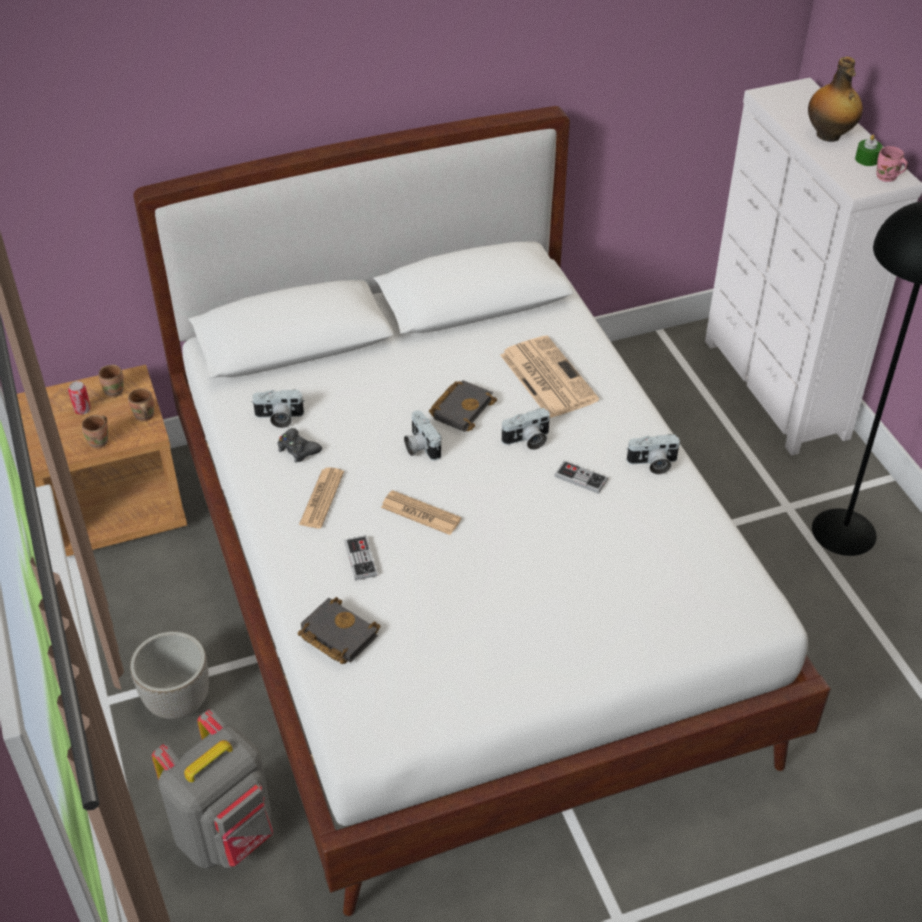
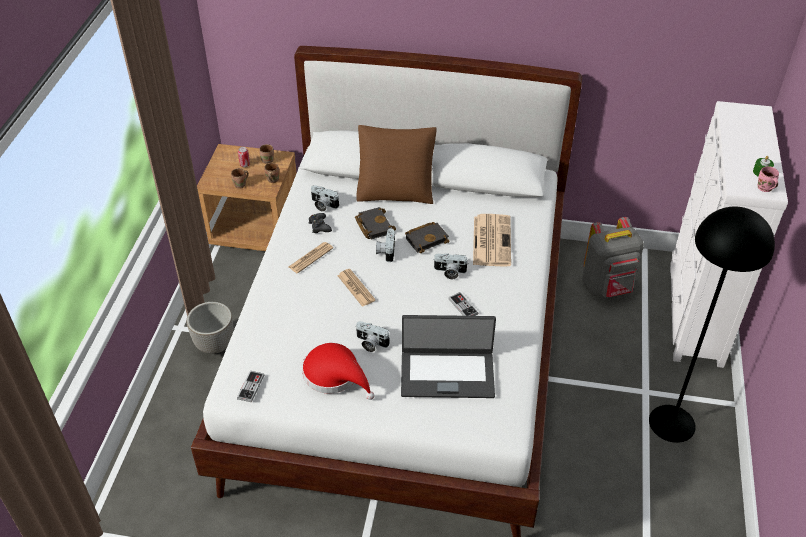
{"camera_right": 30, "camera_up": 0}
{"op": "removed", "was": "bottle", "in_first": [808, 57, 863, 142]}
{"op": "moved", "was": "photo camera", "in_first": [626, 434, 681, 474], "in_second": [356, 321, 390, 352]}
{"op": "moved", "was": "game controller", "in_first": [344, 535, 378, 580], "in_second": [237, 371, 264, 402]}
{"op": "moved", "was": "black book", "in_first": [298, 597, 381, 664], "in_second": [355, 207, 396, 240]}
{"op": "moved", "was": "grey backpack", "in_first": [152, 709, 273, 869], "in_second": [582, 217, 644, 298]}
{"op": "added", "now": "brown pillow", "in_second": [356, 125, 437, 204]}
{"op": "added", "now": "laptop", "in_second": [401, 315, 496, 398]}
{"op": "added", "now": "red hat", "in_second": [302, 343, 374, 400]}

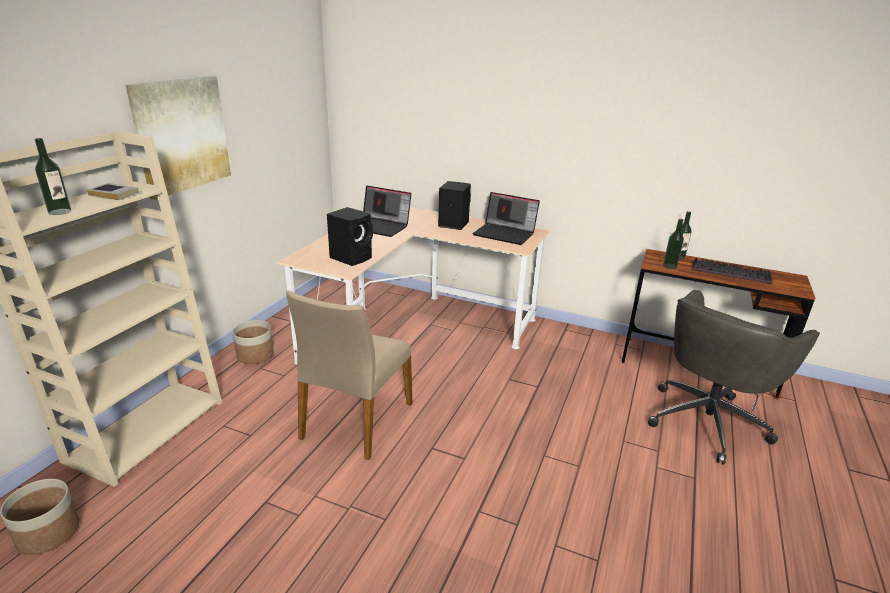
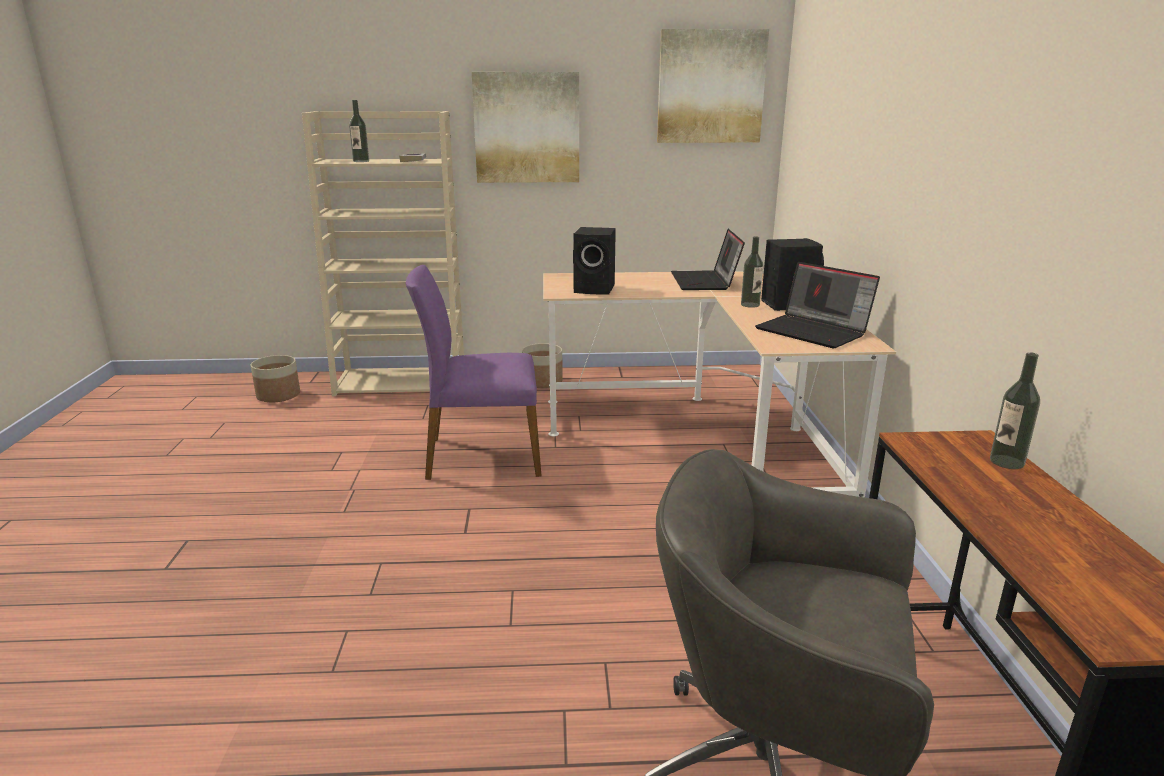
{"camera_right": 65, "camera_up": -5}
{"op": "turned", "was": "laptop", "in_first": [472, 192, 540, 245], "in_second": [755, 262, 880, 348], "clockwise": -45}
{"op": "moved", "was": "bottle", "in_first": [663, 219, 684, 269], "in_second": [741, 236, 763, 308]}
{"op": "removed", "was": "keyboard", "in_first": [692, 258, 773, 284]}
{"op": "recoloured", "was": "beige chair", "now": "purple chair", "in_first": [286, 291, 412, 460], "in_second": [406, 265, 542, 480]}
{"op": "added", "now": "picture", "in_second": [657, 29, 769, 143]}

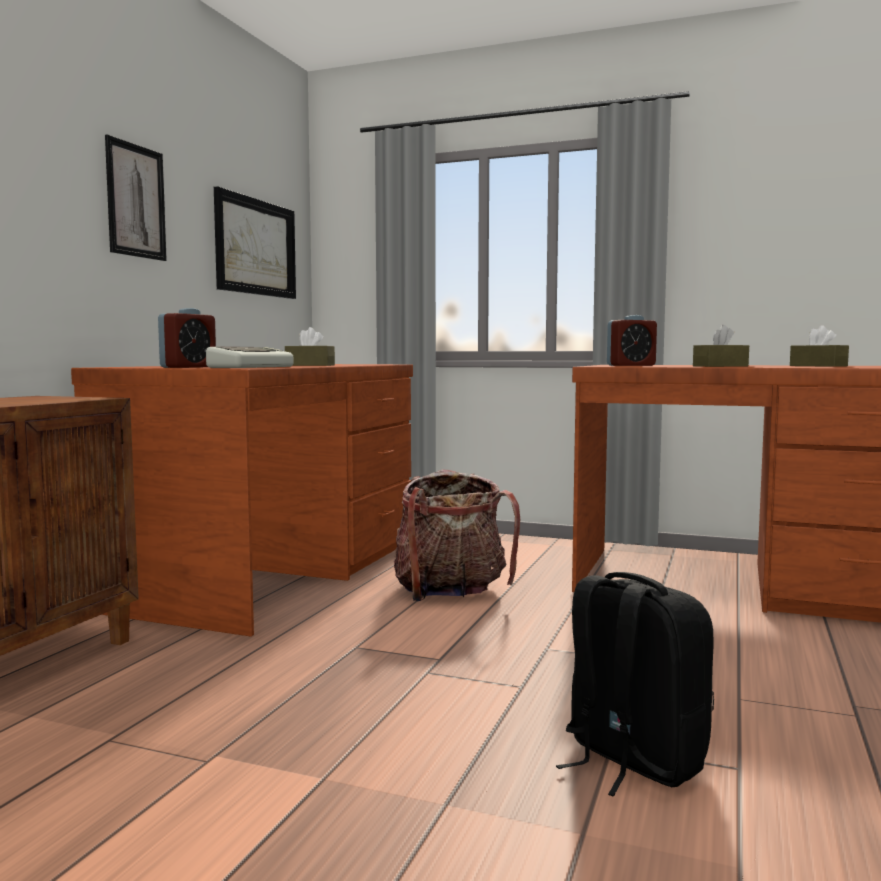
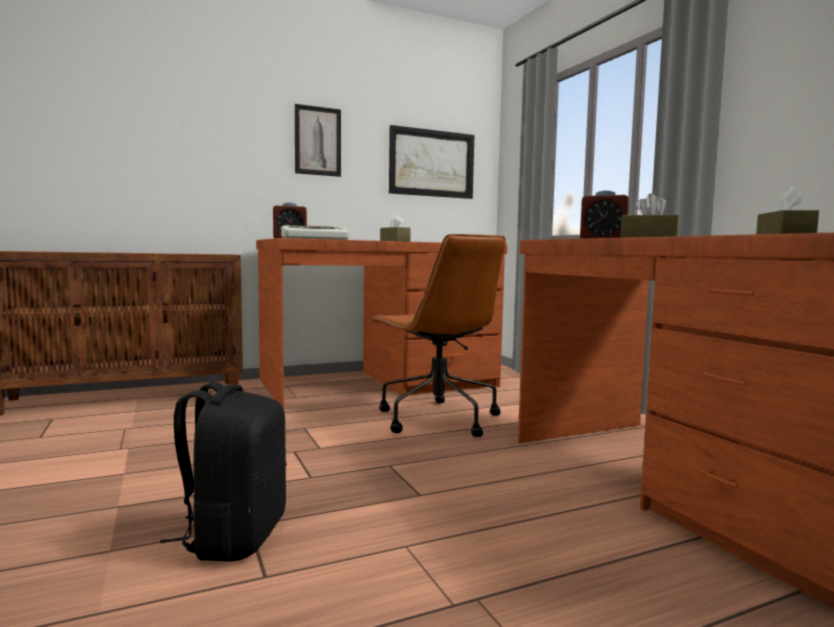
{"camera_right": 45, "camera_up": 0}
{"op": "replaced", "was": "backpack", "now": "brown office chair", "in_first": [394, 469, 520, 601], "in_second": [370, 234, 506, 437]}

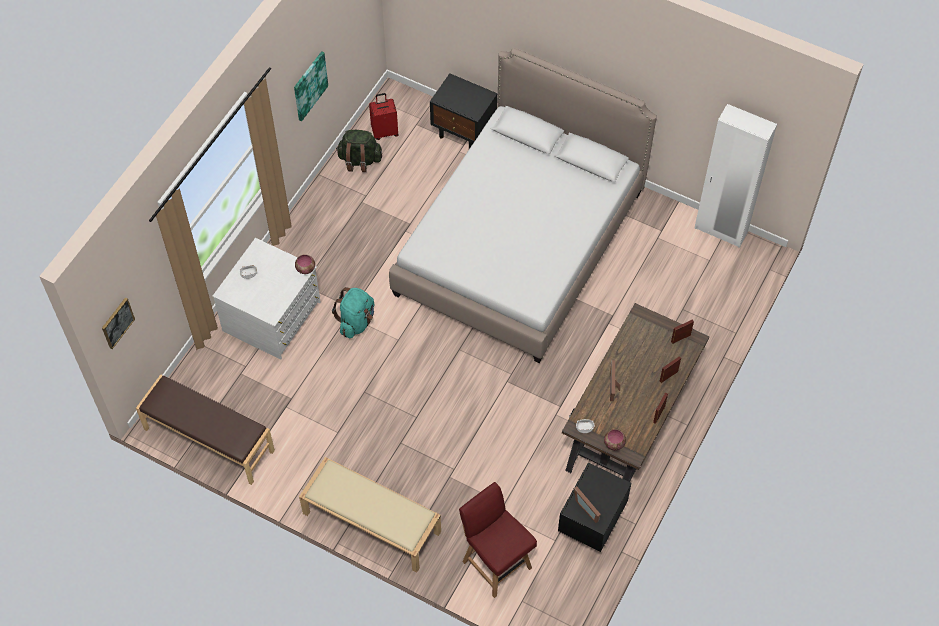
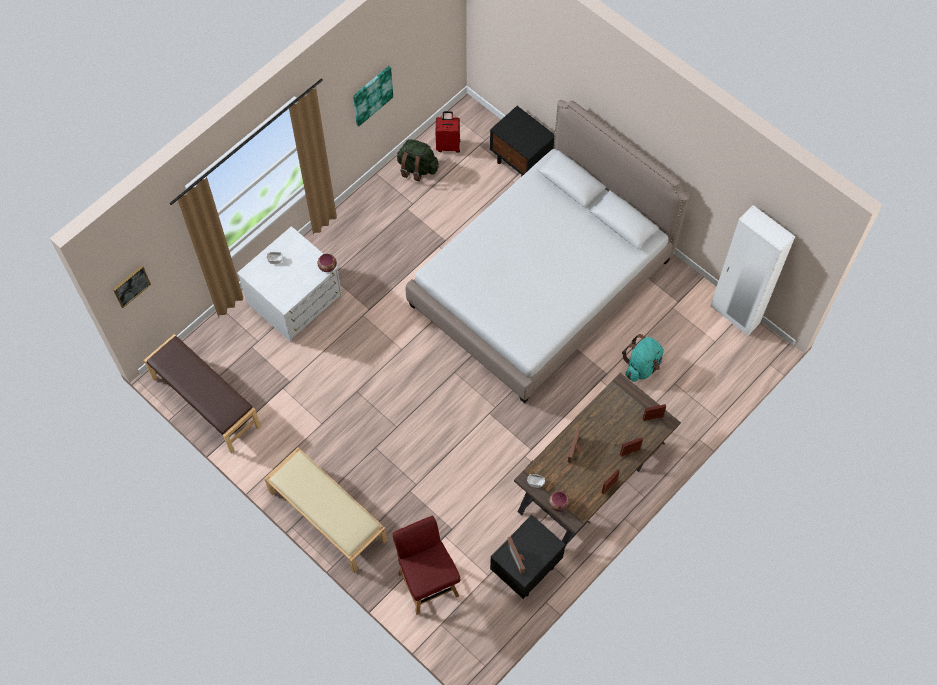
{"camera_right": 15, "camera_up": 5}
{"op": "moved", "was": "turquoise backpack", "in_first": [332, 287, 374, 338], "in_second": [622, 334, 664, 382]}

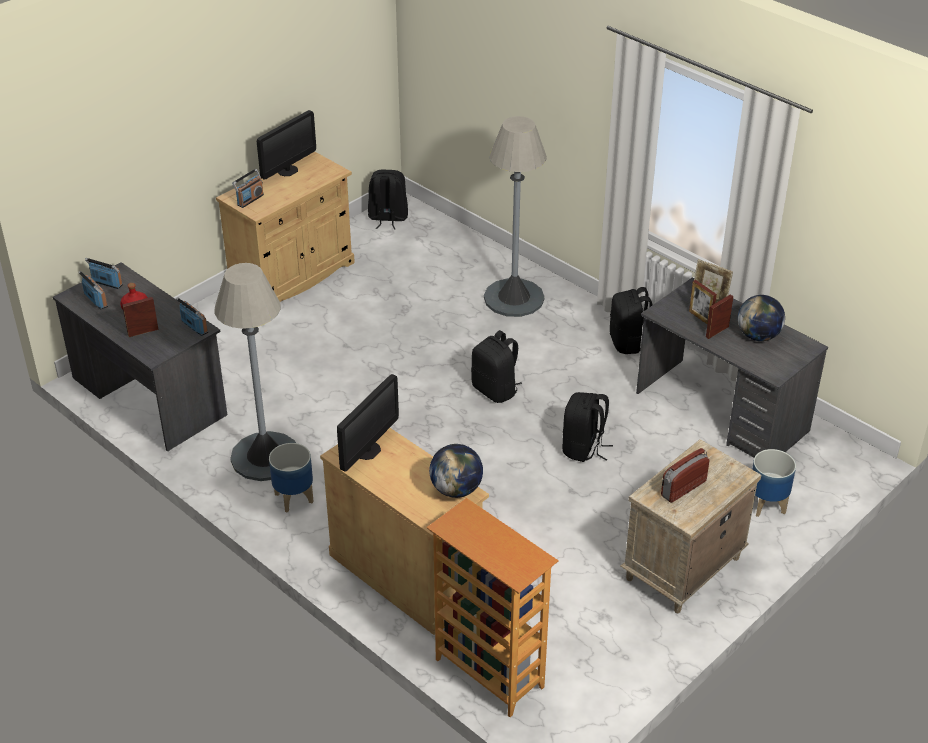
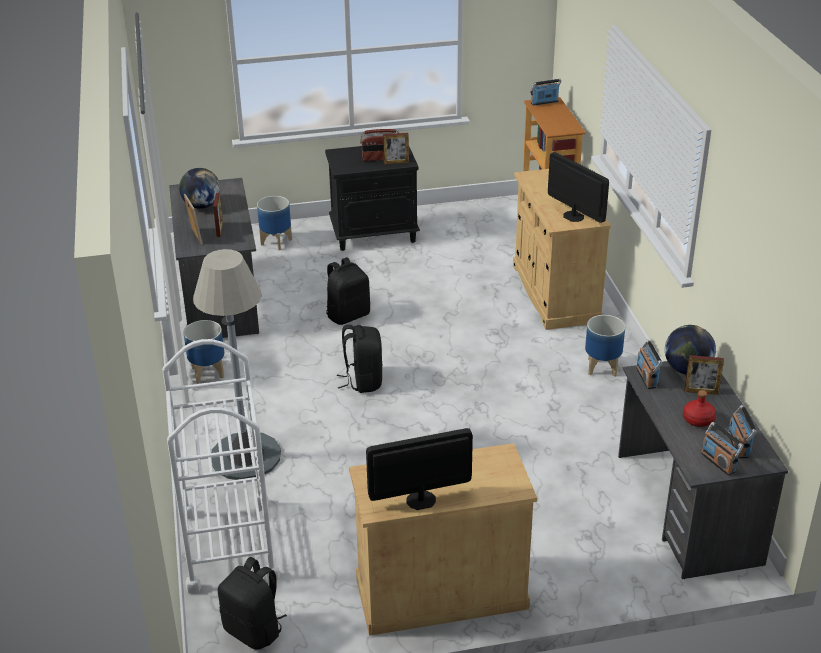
{"camera_right": -145, "camera_up": -5}
{"op": "moved", "was": "radio", "in_first": [232, 169, 264, 208], "in_second": [531, 79, 561, 106]}
{"op": "removed", "was": "grey floor lamp", "in_first": [215, 263, 296, 481]}
{"op": "replaced", "was": "black backpack", "now": "planter", "in_first": [610, 287, 652, 354], "in_second": [183, 320, 224, 383]}
{"op": "moved", "was": "picture frame", "in_first": [706, 295, 733, 339], "in_second": [383, 133, 409, 164]}
{"op": "turned", "was": "monitor", "in_first": [337, 374, 399, 472], "in_second": [548, 152, 609, 223], "clockwise": 75}
{"op": "recoloured", "was": "beige nightstand", "now": "black nightstand", "in_first": [621, 439, 761, 613], "in_second": [325, 146, 420, 251]}
{"op": "moved", "was": "globe", "in_first": [429, 444, 483, 498], "in_second": [665, 325, 716, 374]}
{"op": "added", "now": "white cart", "in_second": [162, 339, 280, 594]}

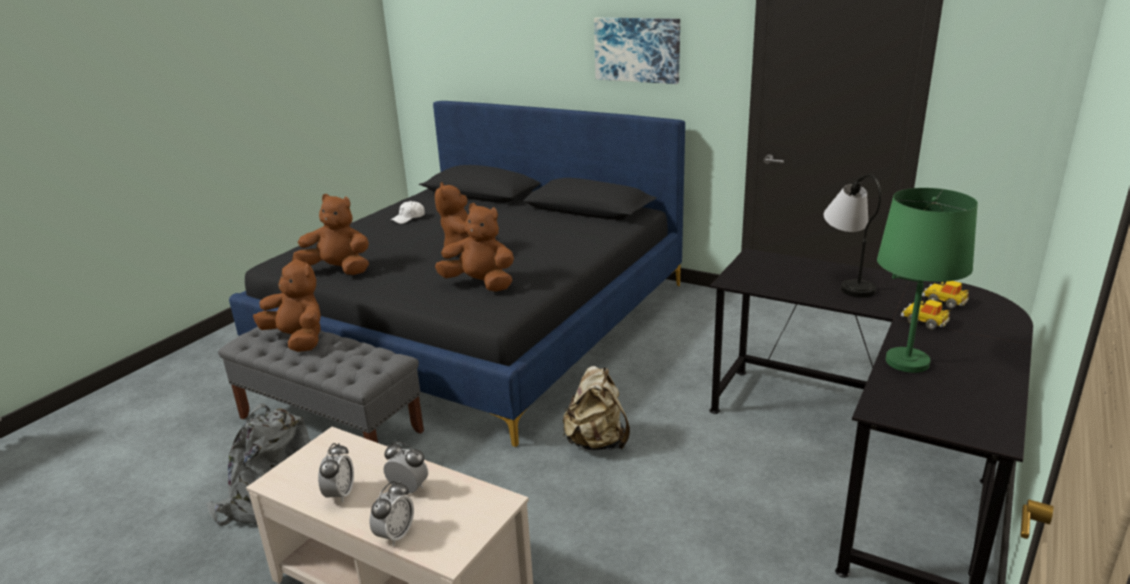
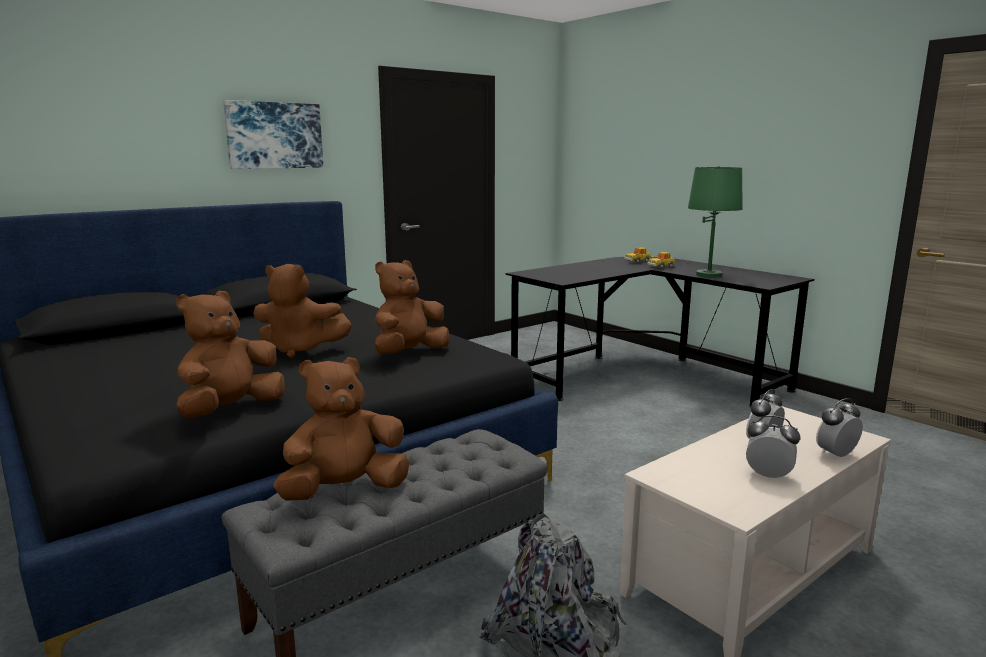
{"camera_right": -70, "camera_up": -10}
{"op": "removed", "was": "table lamp", "in_first": [824, 174, 881, 298]}
{"op": "removed", "was": "white cap", "in_first": [391, 201, 425, 224]}
{"op": "removed", "was": "beige backpack", "in_first": [563, 366, 630, 450]}
{"op": "turned", "was": "alarm clock", "in_first": [370, 481, 414, 546], "in_second": [816, 398, 863, 458], "clockwise": -75}

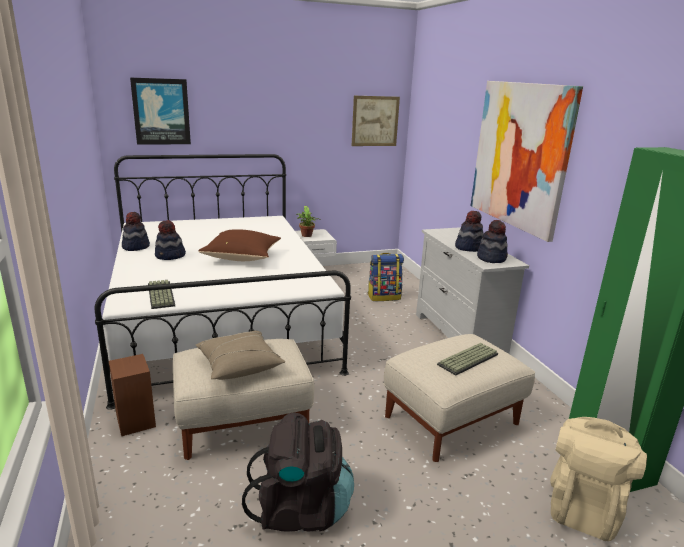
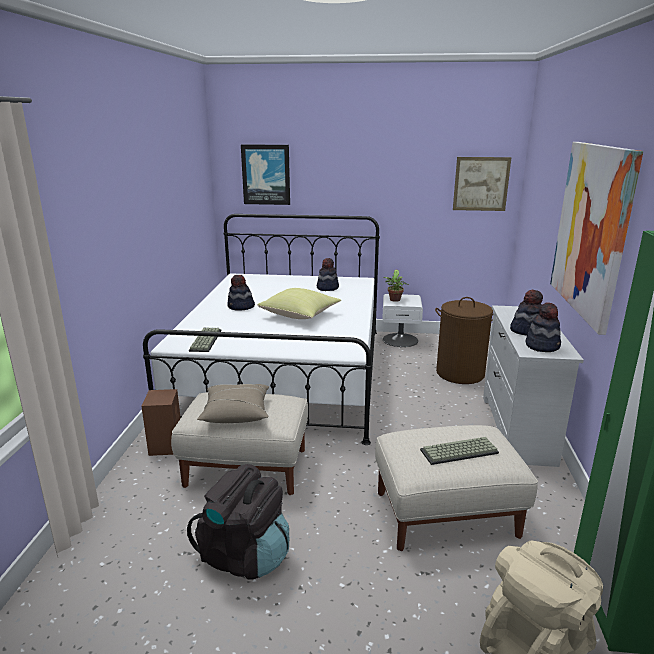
{"camera_right": 25, "camera_up": 0}
{"op": "moved", "was": "hat", "in_first": [122, 212, 150, 251], "in_second": [317, 258, 339, 291]}
{"op": "recoloured", "was": "brown pillow", "now": "yellow pillow", "in_first": [198, 229, 281, 261], "in_second": [257, 288, 341, 319]}
{"op": "replaced", "was": "backpack", "now": "brown laundry basket", "in_first": [368, 253, 404, 301], "in_second": [435, 297, 493, 384]}

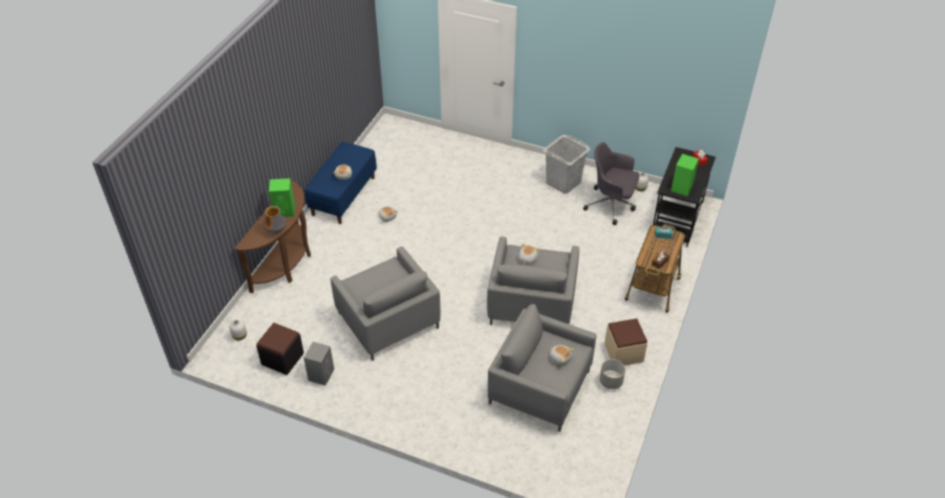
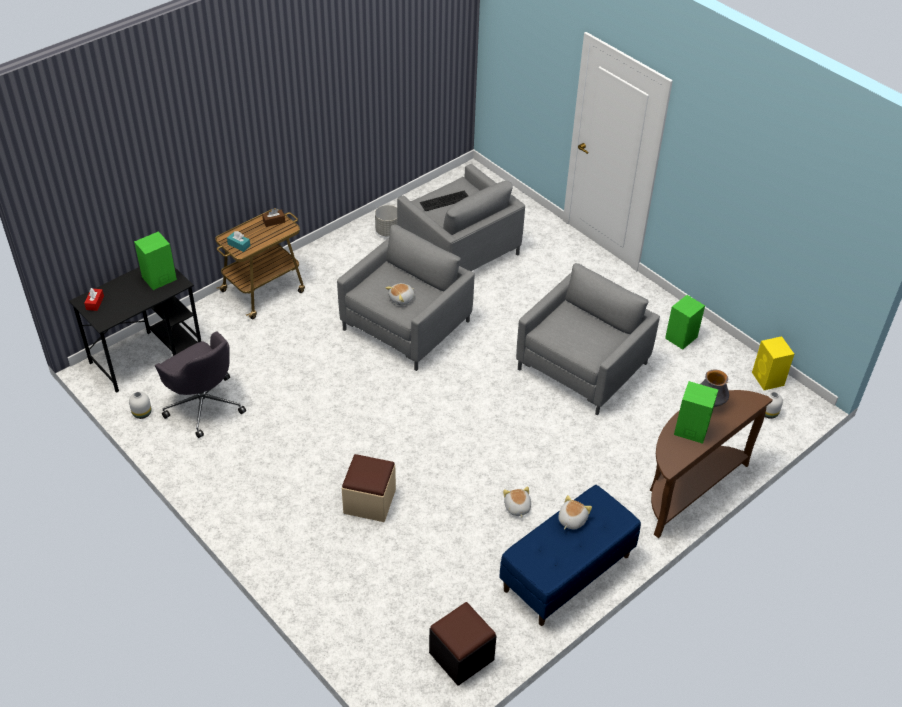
{"camera_right": -155, "camera_up": 0}
{"op": "removed", "was": "grey laundry basket", "in_first": [543, 135, 591, 194]}
{"op": "turned", "was": "grey armchair", "in_first": [330, 246, 440, 361], "in_second": [516, 263, 660, 415], "clockwise": 45}
{"op": "moved", "was": "beige ottoman", "in_first": [604, 319, 648, 366], "in_second": [342, 454, 396, 522]}
{"op": "moved", "was": "black ottoman", "in_first": [256, 323, 304, 375], "in_second": [429, 602, 496, 685]}
{"op": "recoloured", "was": "grey speaker", "now": "green speaker", "in_first": [304, 342, 334, 386], "in_second": [665, 295, 705, 350]}
{"op": "replaced", "was": "plush toy", "now": "keyboard", "in_first": [549, 345, 575, 365], "in_second": [420, 191, 468, 211]}
{"op": "added", "now": "yellow speaker", "in_second": [752, 336, 794, 390]}

